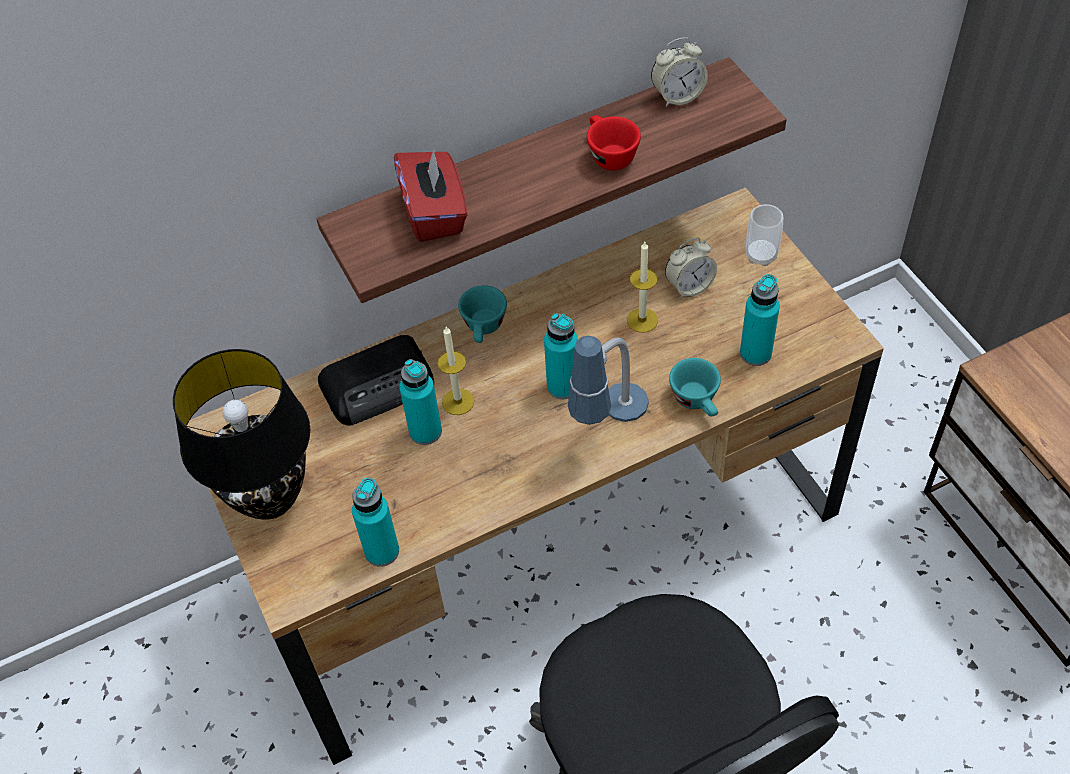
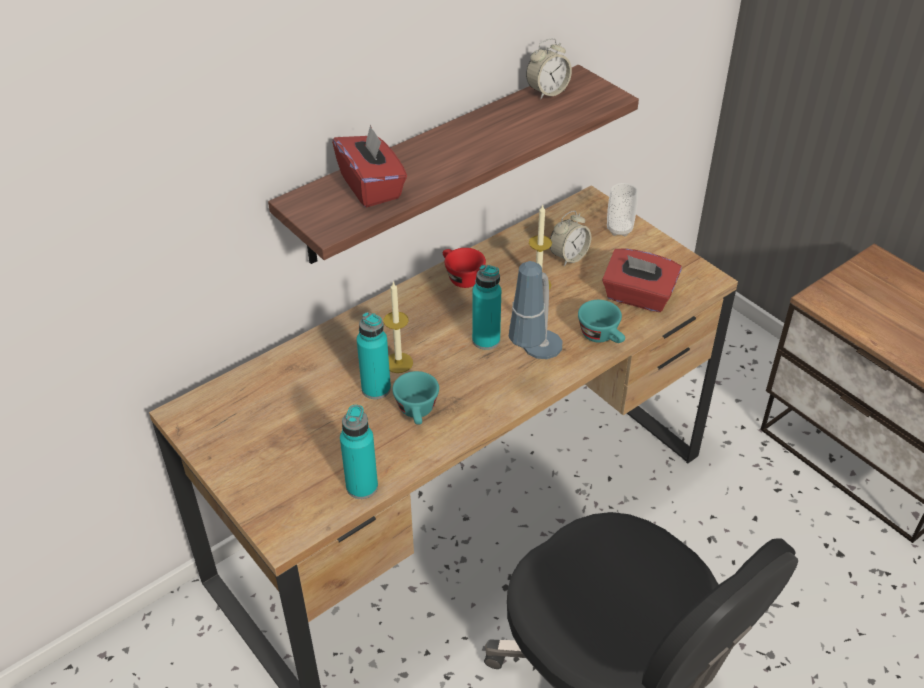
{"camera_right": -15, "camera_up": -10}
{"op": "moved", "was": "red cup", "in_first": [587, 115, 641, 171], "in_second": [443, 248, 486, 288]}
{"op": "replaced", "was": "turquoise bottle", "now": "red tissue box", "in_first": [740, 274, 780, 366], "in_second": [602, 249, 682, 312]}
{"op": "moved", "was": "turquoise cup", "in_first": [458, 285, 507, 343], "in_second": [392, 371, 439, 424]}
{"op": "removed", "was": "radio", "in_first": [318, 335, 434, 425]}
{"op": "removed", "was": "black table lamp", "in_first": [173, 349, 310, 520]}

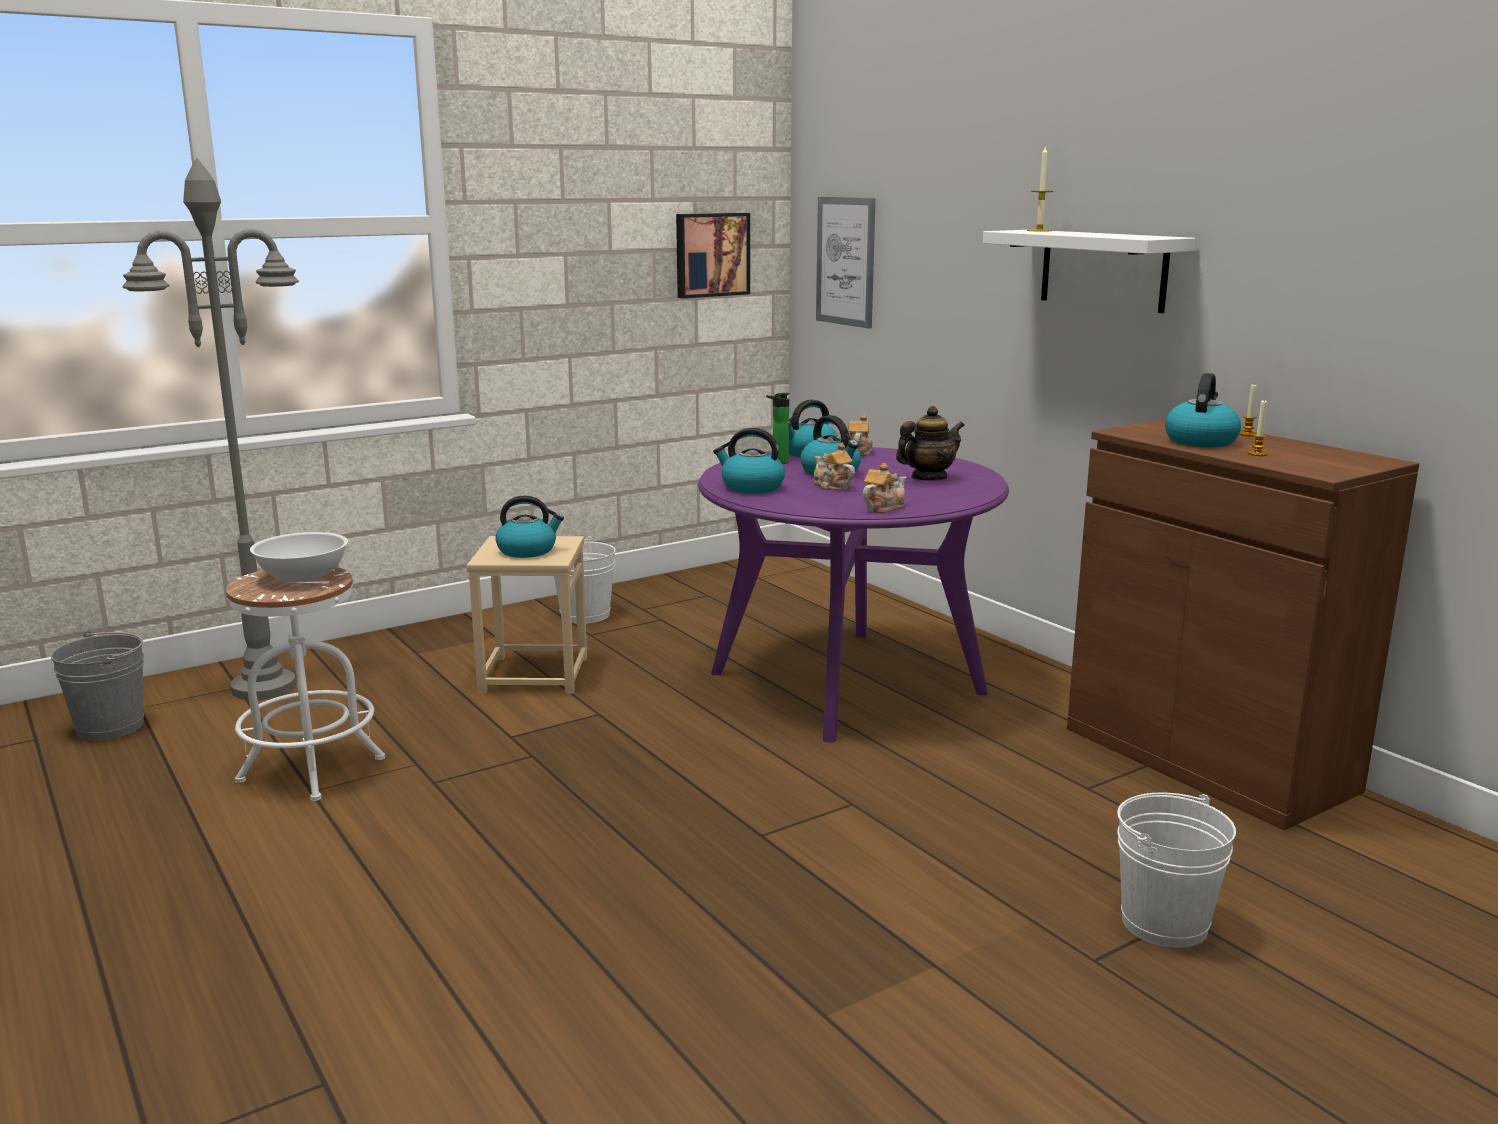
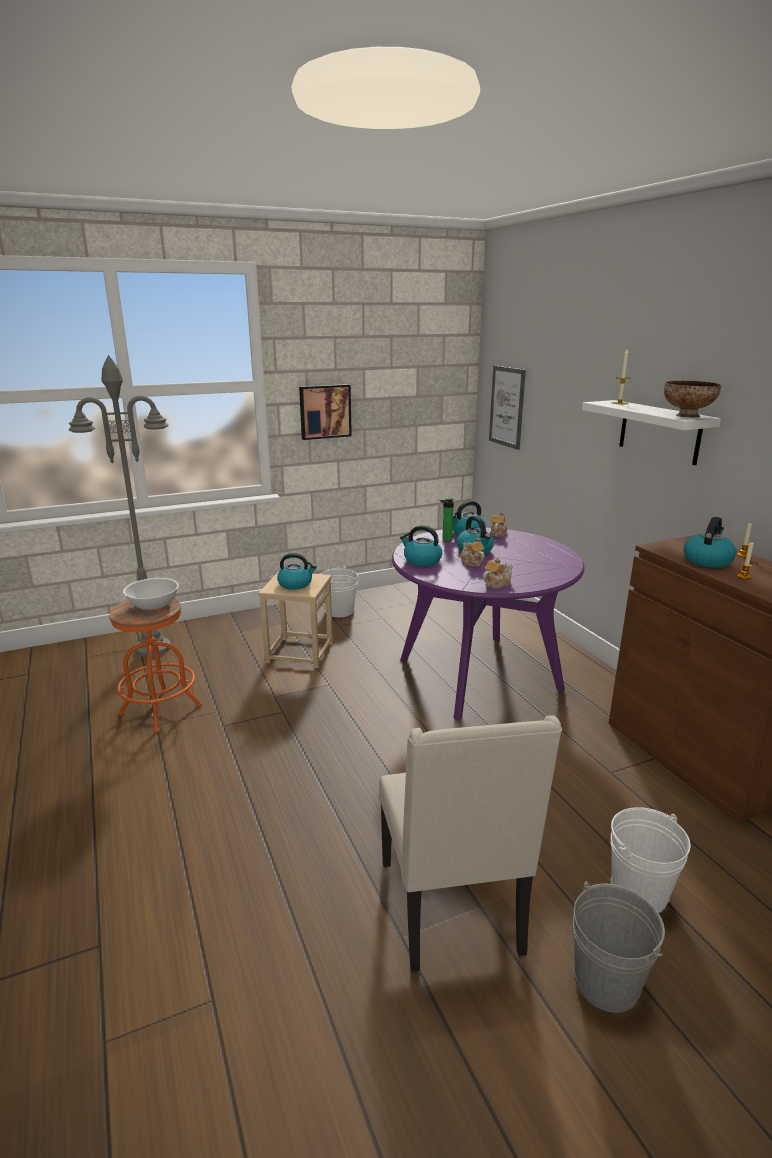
{"camera_right": 10, "camera_up": 5}
{"op": "moved", "was": "picture", "in_first": [676, 213, 750, 298], "in_second": [299, 384, 352, 440]}
{"op": "removed", "was": "teapot", "in_first": [896, 406, 965, 480]}
{"op": "recoloured", "was": "white stool", "now": "orange stool", "in_first": [226, 567, 385, 801], "in_second": [109, 598, 202, 733]}
{"op": "moved", "was": "grey bucket", "in_first": [51, 630, 144, 740], "in_second": [573, 881, 665, 1013]}
{"op": "added", "now": "bowl", "in_second": [664, 380, 721, 418]}
{"op": "added", "now": "beige chair", "in_second": [379, 715, 562, 972]}

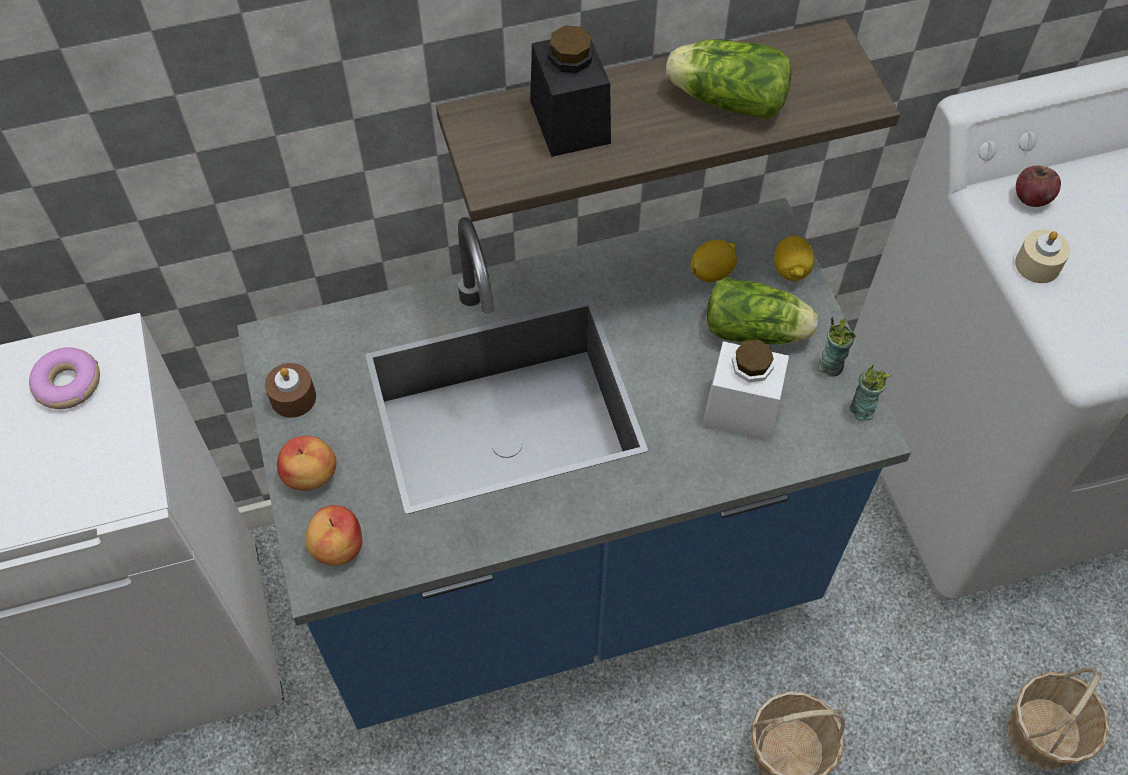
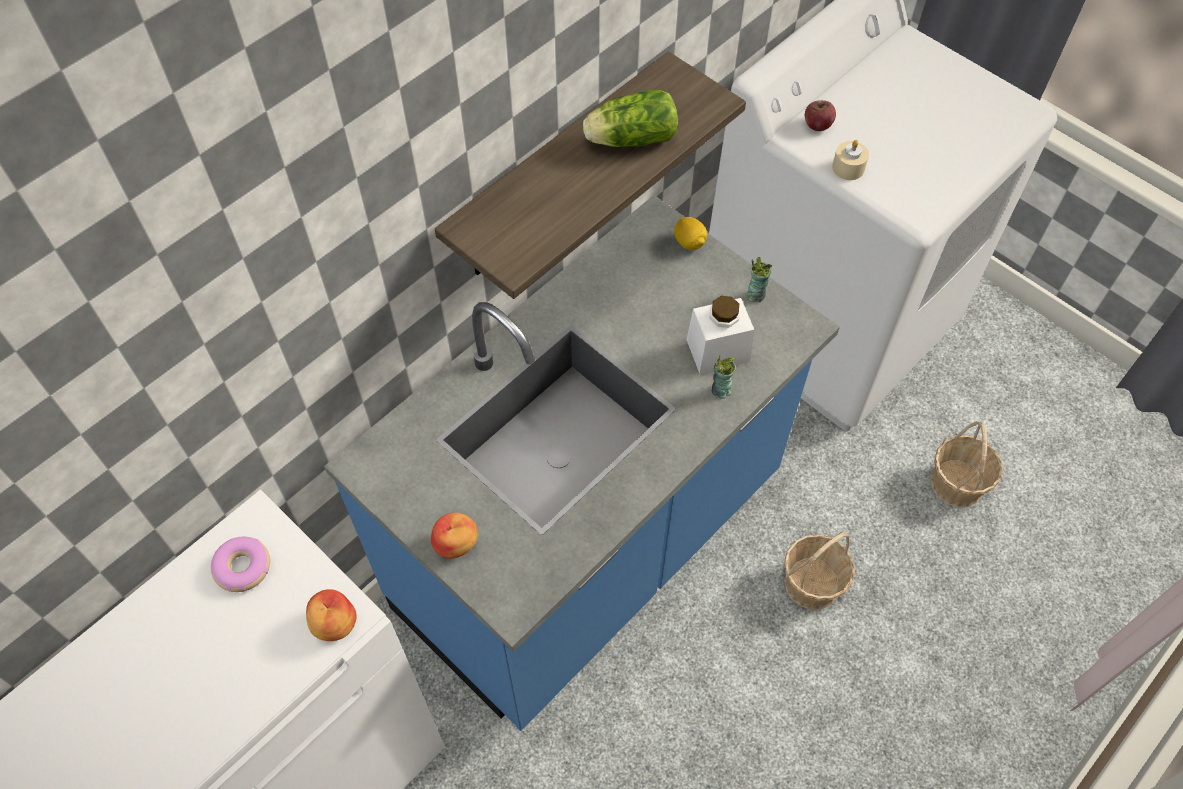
{"camera_right": -30, "camera_up": 0}
{"op": "removed", "was": "black jar", "in_first": [530, 25, 611, 157]}
{"op": "removed", "was": "lemon", "in_first": [691, 239, 737, 282]}
{"op": "removed", "was": "lettuce", "in_first": [707, 277, 818, 344]}
{"op": "removed", "was": "brown candle", "in_first": [265, 363, 316, 418]}
{"op": "moved", "was": "cup", "in_first": [850, 364, 891, 421], "in_second": [712, 356, 736, 399]}
{"op": "moved", "was": "apple", "in_first": [305, 505, 362, 566], "in_second": [306, 589, 357, 641]}

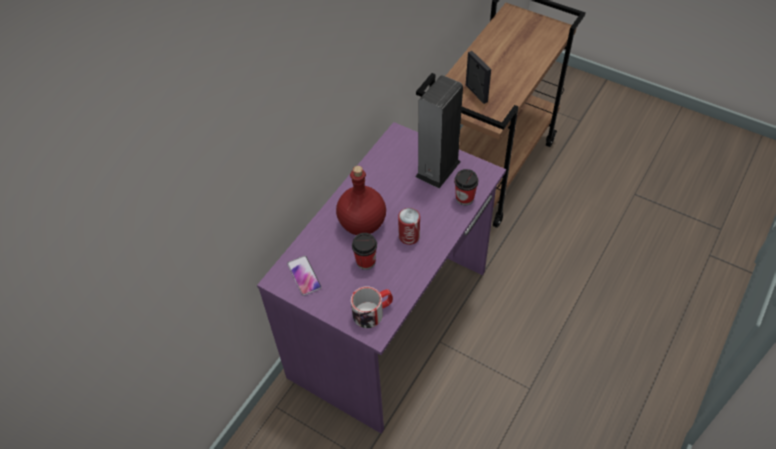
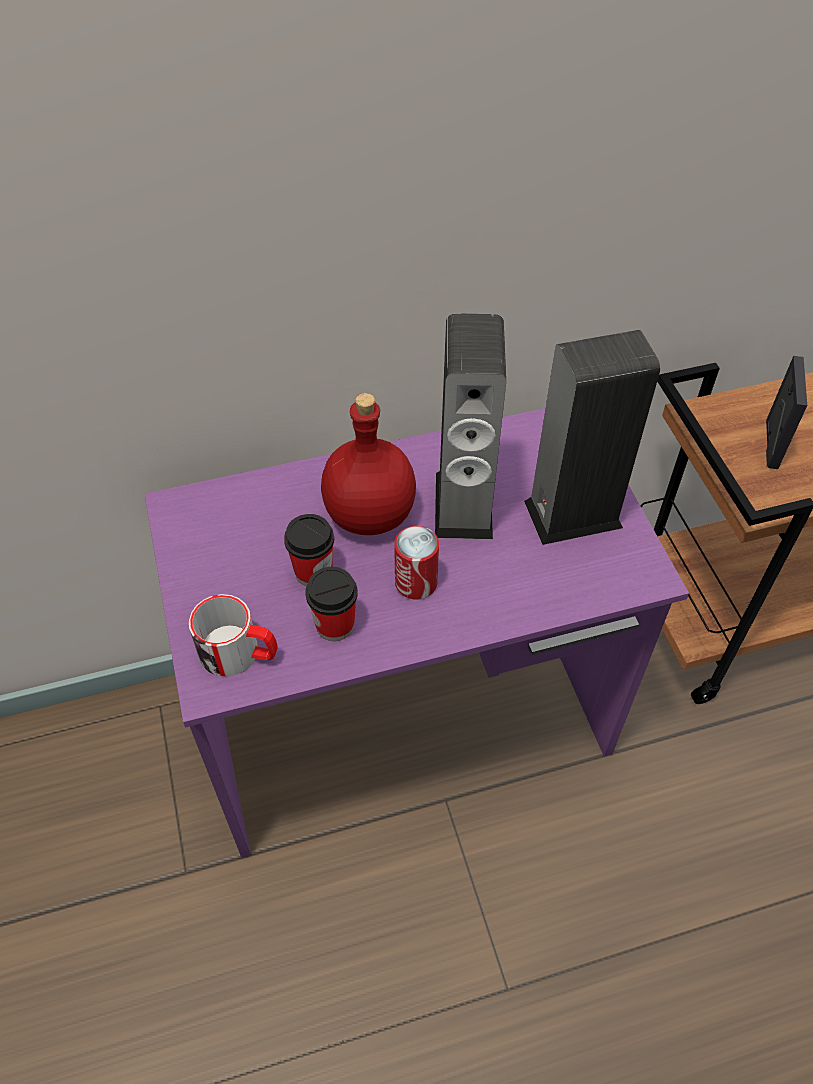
{"camera_right": 40, "camera_up": 0}
{"op": "moved", "was": "cup", "in_first": [454, 169, 478, 205], "in_second": [305, 567, 358, 641]}
{"op": "removed", "was": "phone", "in_first": [287, 256, 322, 296]}
{"op": "added", "now": "speaker", "in_second": [435, 313, 506, 539]}

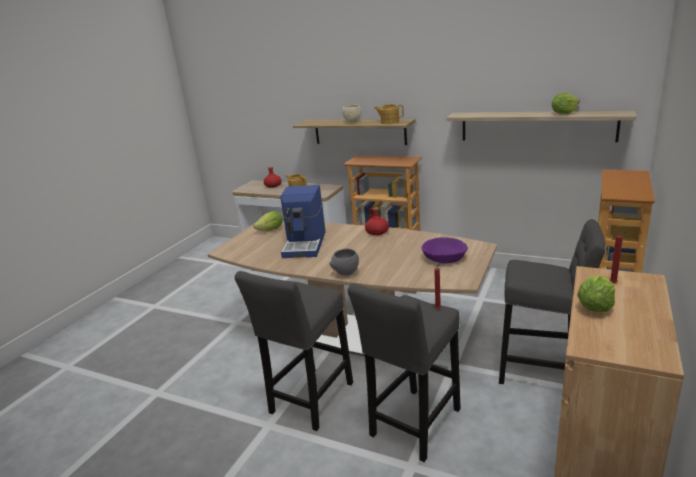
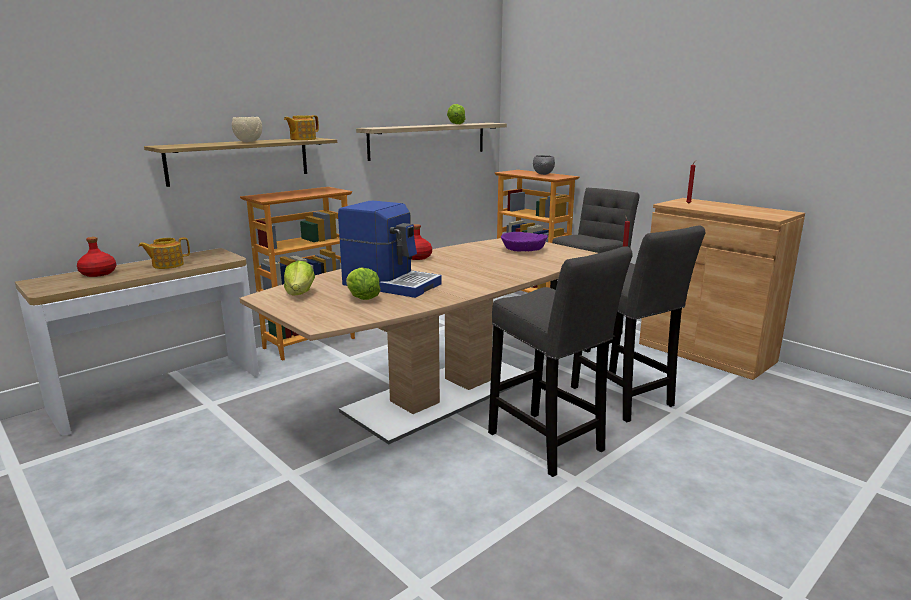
{"camera_right": -70, "camera_up": -5}
{"op": "moved", "was": "grey bowl", "in_first": [330, 248, 359, 275], "in_second": [533, 155, 555, 175]}
{"op": "moved", "was": "lettuce", "in_first": [577, 276, 615, 312], "in_second": [346, 267, 381, 300]}

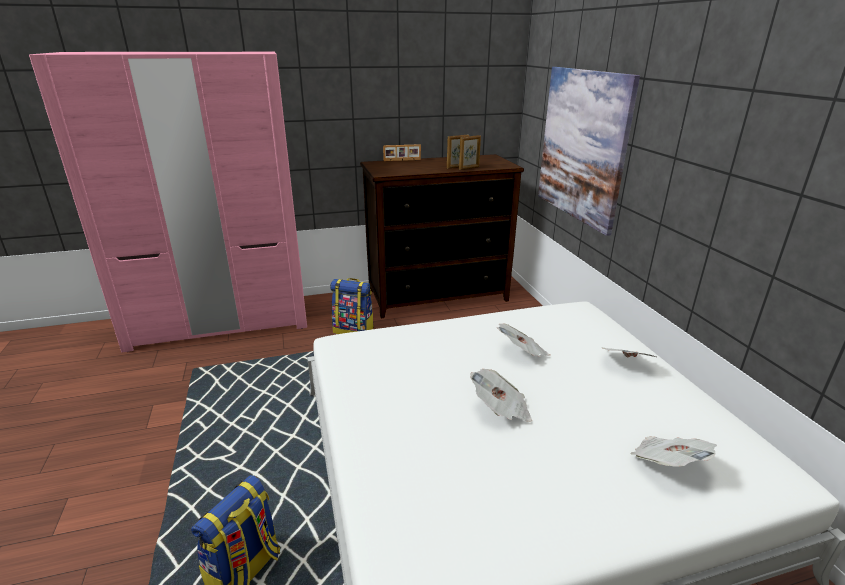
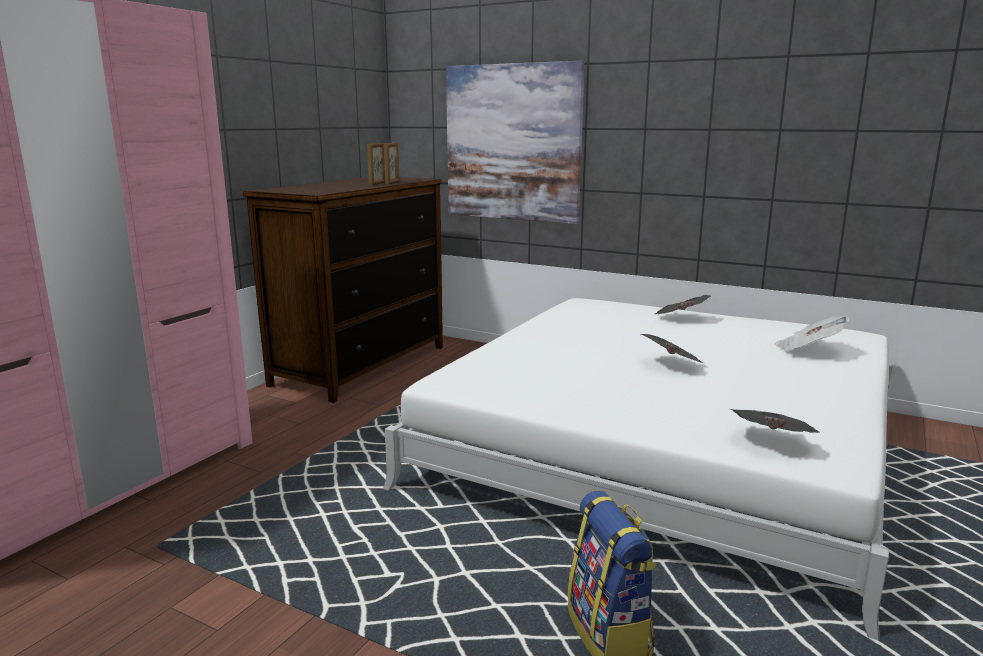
{"camera_right": -45, "camera_up": -10}
{"op": "removed", "was": "picture frame", "in_first": [383, 144, 421, 161]}
{"op": "removed", "was": "backpack", "in_first": [330, 278, 374, 334]}
{"op": "moved", "was": "newspaper", "in_first": [497, 323, 551, 357], "in_second": [730, 409, 819, 433]}

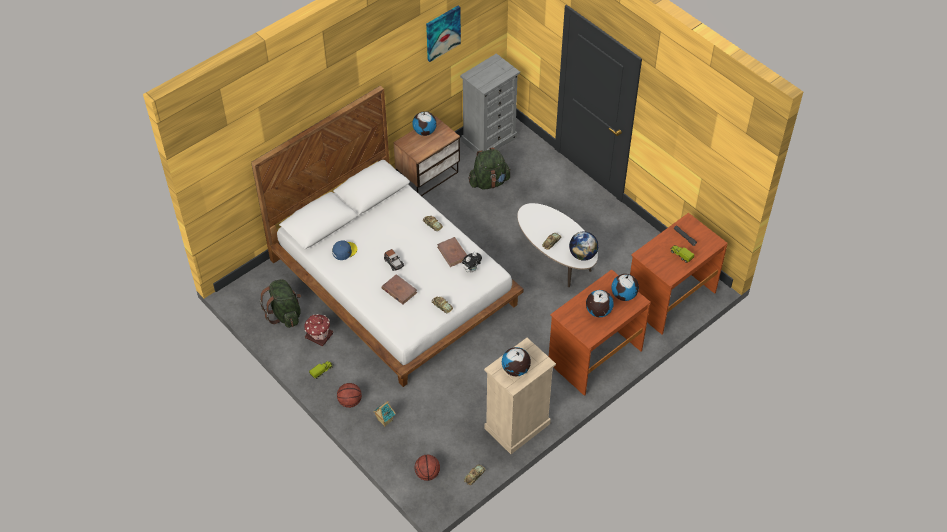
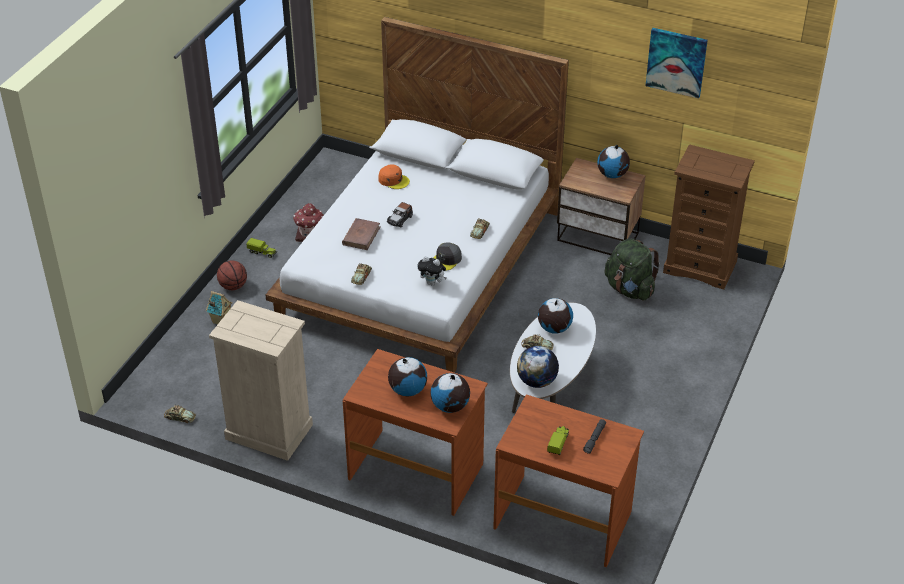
{"camera_right": 65, "camera_up": -10}
{"op": "recoloured", "was": "grey dresser", "now": "brown dresser", "in_first": [460, 53, 520, 154], "in_second": [663, 144, 755, 289]}
{"op": "replaced", "was": "brown book", "now": "grey cap", "in_first": [437, 237, 467, 267], "in_second": [433, 242, 462, 271]}
{"op": "recoloured", "was": "blue cap", "now": "orange cap", "in_first": [332, 240, 357, 260], "in_second": [378, 164, 410, 189]}
{"op": "removed", "was": "green backpack", "in_first": [260, 279, 301, 328]}
{"op": "moved", "was": "globe", "in_first": [502, 347, 531, 376], "in_second": [538, 298, 573, 334]}
{"op": "removed", "was": "basketball", "in_first": [415, 455, 440, 481]}

